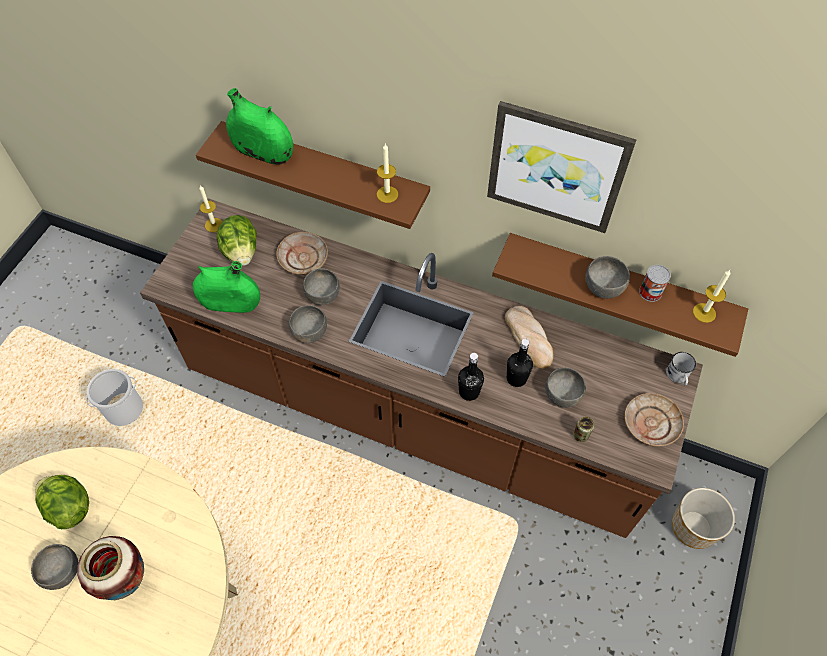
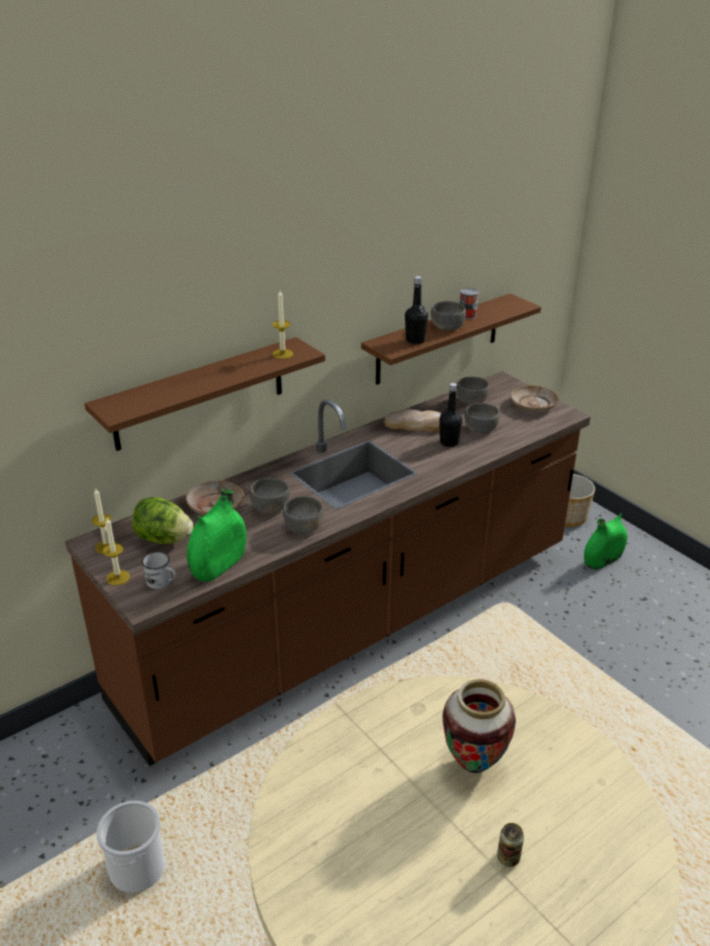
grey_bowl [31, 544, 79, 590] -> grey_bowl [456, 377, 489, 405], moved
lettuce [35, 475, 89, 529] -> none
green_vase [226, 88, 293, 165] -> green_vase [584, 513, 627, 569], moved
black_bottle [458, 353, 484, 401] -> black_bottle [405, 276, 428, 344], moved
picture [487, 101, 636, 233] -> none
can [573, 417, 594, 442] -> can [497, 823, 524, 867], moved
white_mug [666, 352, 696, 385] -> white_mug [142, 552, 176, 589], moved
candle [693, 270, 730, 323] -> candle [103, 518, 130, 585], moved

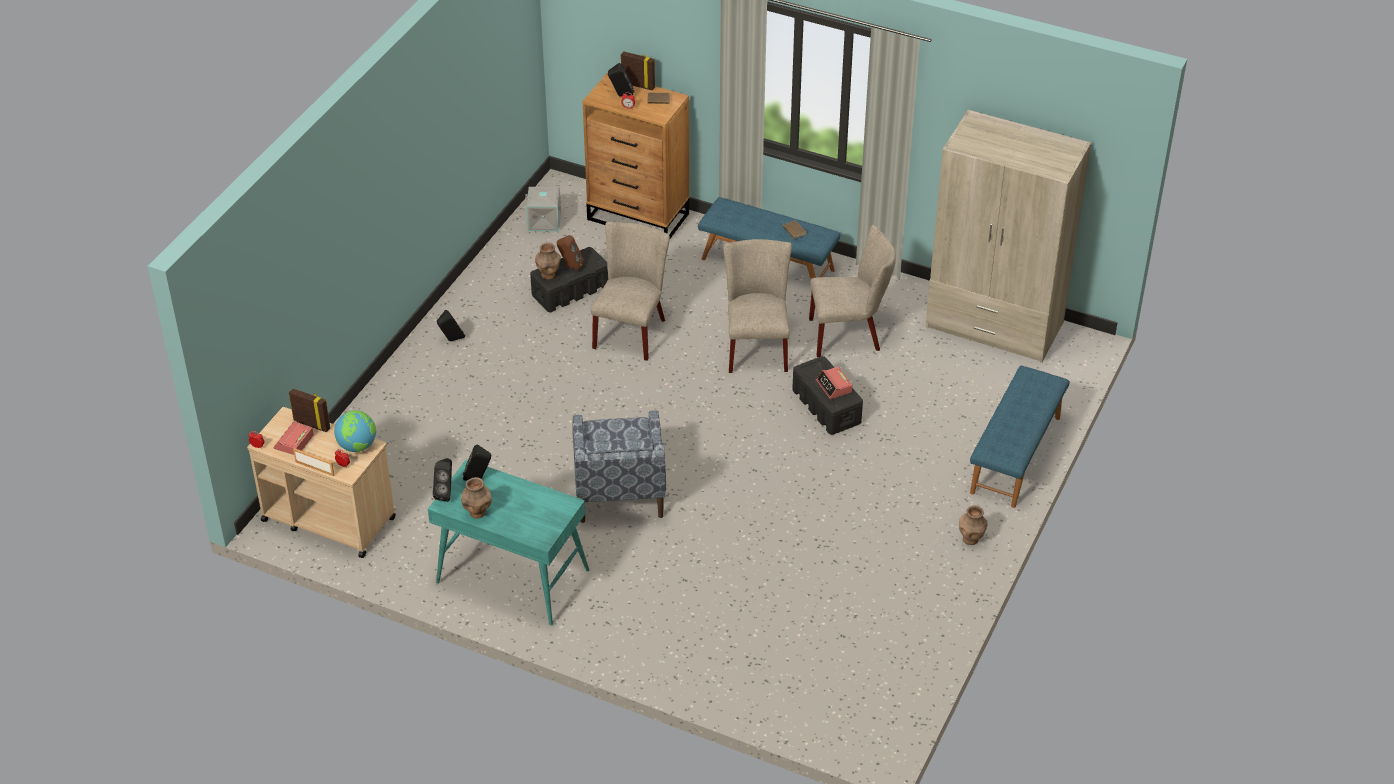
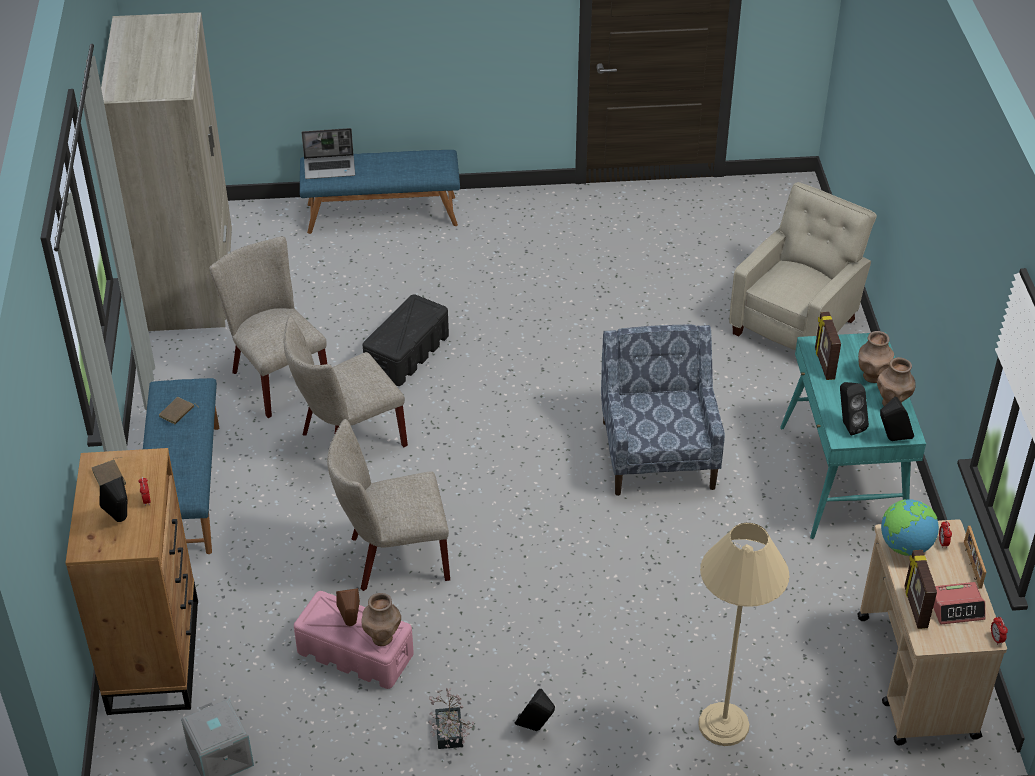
black_storage_box [530, 247, 608, 312] -> pink_storage_box [294, 591, 414, 689]
blue_armchair [572, 410, 666, 523] -> blue_armchair [601, 325, 725, 496], 60 degrees counterclockwise
picture_frame [621, 51, 655, 91] -> picture_frame [815, 312, 841, 380], moved
alarm_clock [816, 367, 852, 399] -> none
brown_vase [959, 505, 988, 545] -> brown_vase [858, 331, 894, 383], moved
none -> laptop [302, 128, 355, 179]
none -> potted_plant [428, 688, 474, 749]
none -> beige_floor_lamp [698, 523, 789, 746]
none -> beige_armchair [729, 182, 877, 350]

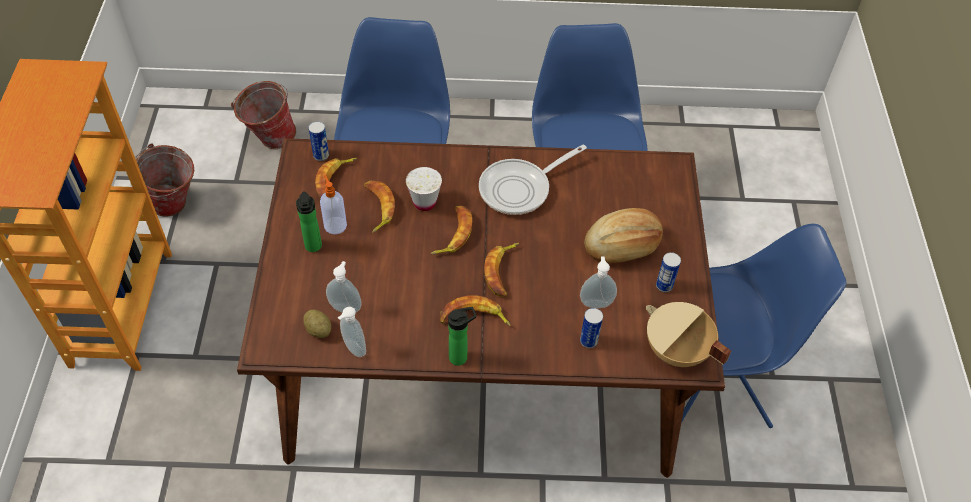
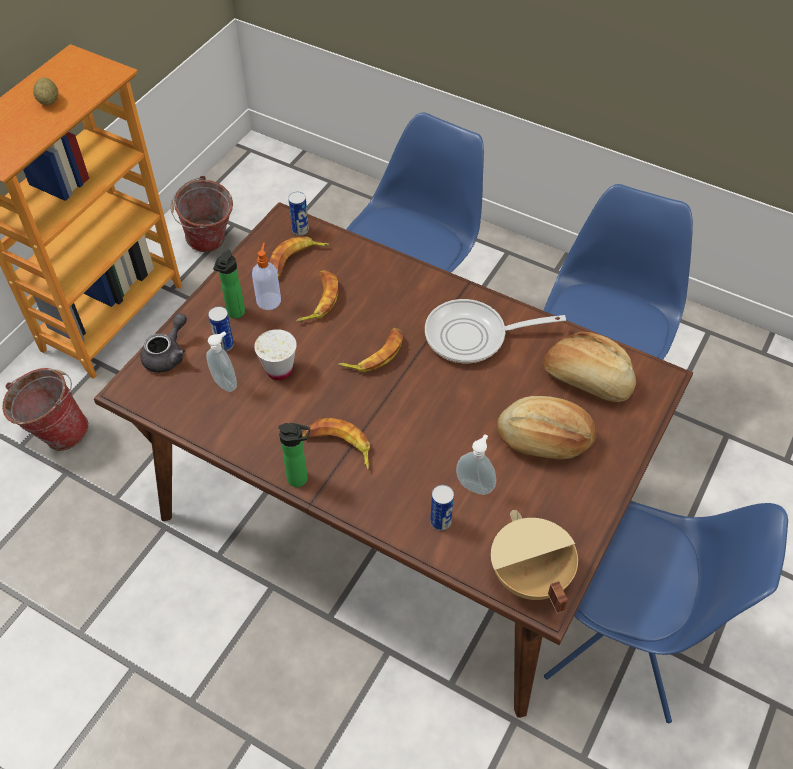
bucket [231, 81, 296, 149] -> bucket [2, 368, 88, 451], moved
potato [303, 310, 331, 338] -> potato [33, 77, 59, 106], moved
soap_dispenser [338, 307, 366, 357] -> none
white_cup [406, 167, 442, 211] -> white_cup [254, 329, 297, 380], moved
banana [484, 243, 519, 297] -> none
can [656, 252, 681, 292] -> can [208, 306, 234, 352], moved
none -> grey_teapot [140, 313, 187, 373]
none -> bread [543, 332, 636, 402]

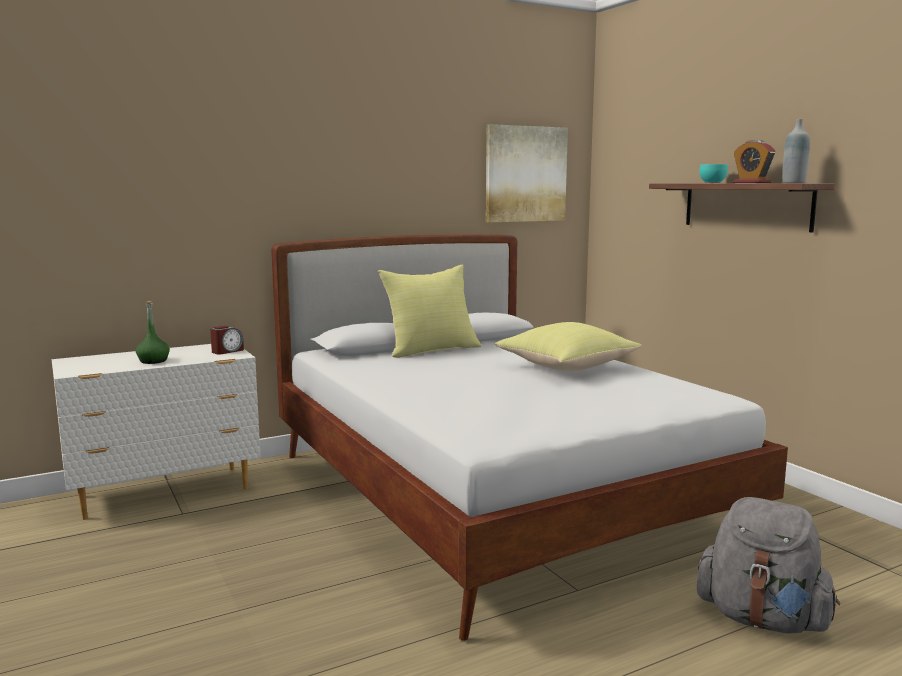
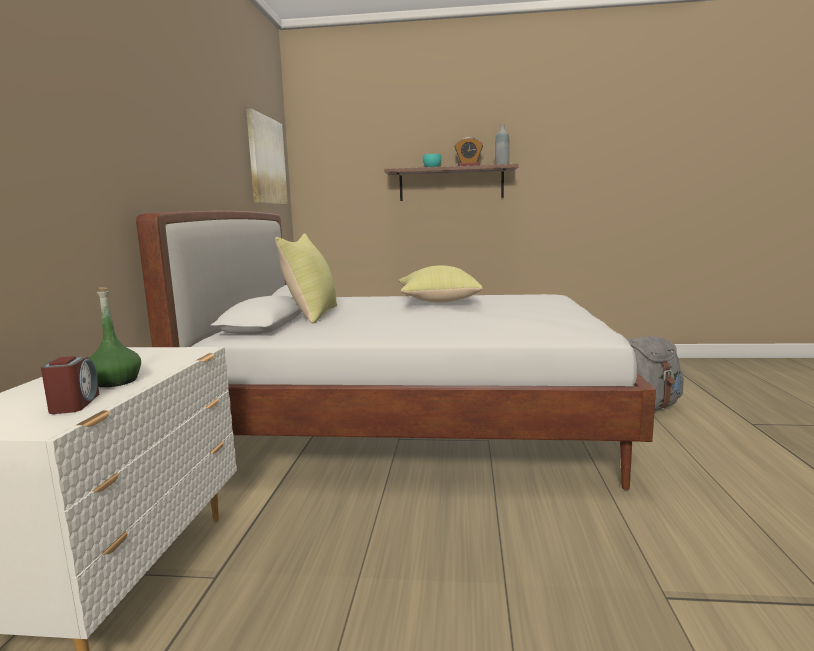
alarm_clock [210, 325, 244, 354] -> alarm_clock [41, 356, 99, 414], moved

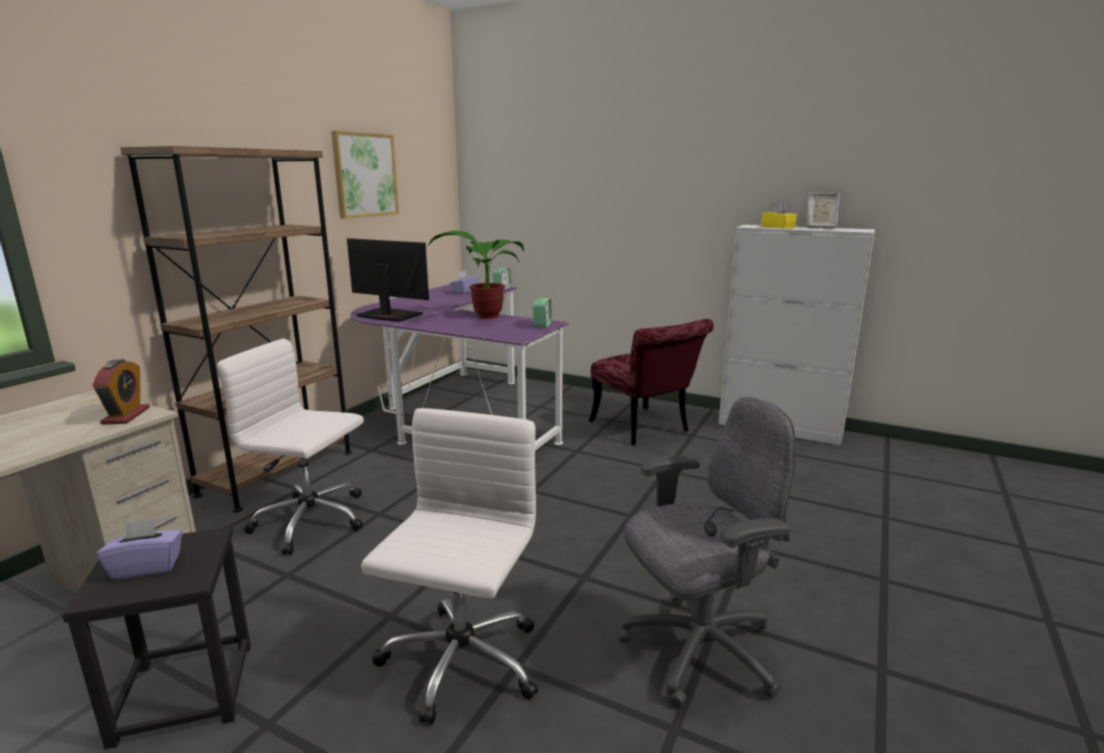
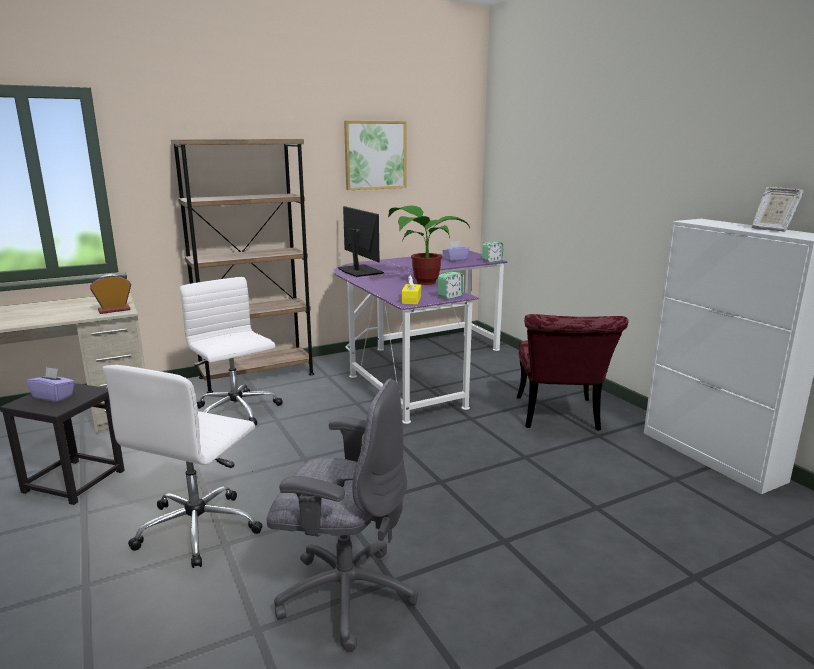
alarm_clock [93, 359, 150, 425] -> alarm_clock [90, 274, 131, 314], 150 degrees counterclockwise
white_office_chair [361, 408, 538, 725] -> white_office_chair [102, 365, 263, 568], 150 degrees clockwise
yellow_tissue_box [761, 200, 797, 229] -> yellow_tissue_box [402, 275, 421, 305], moved

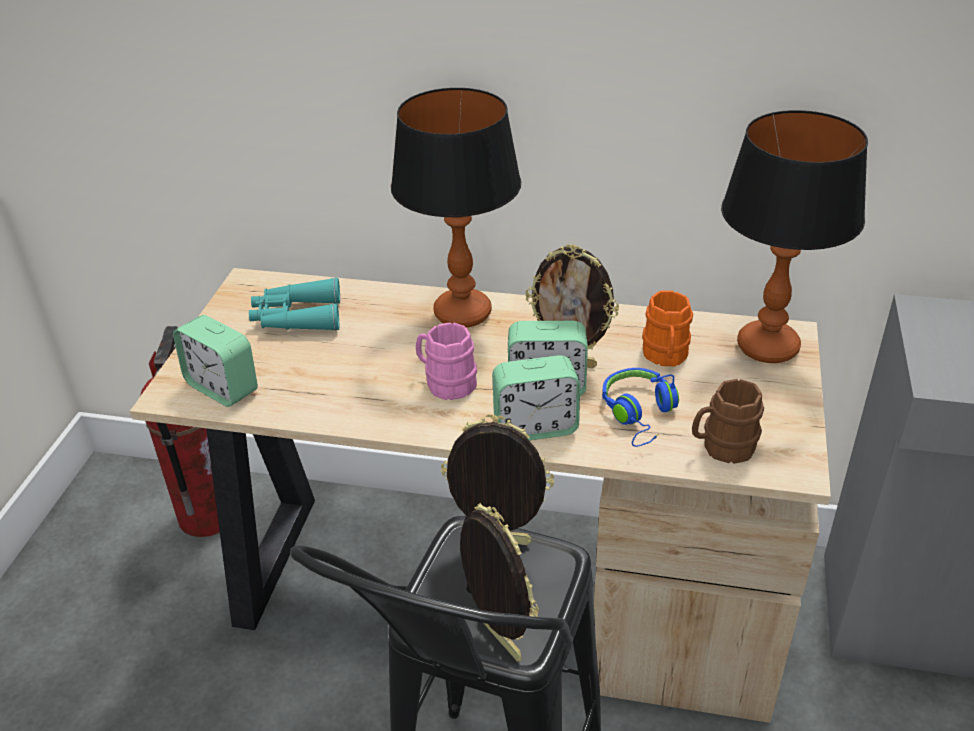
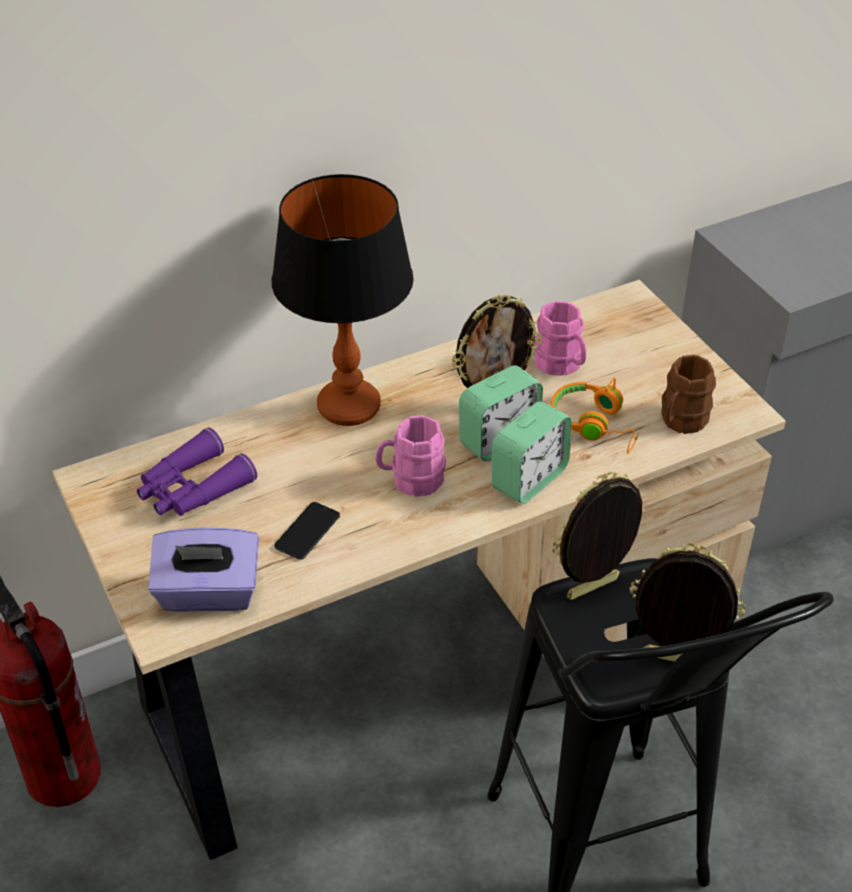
alarm_clock [173, 315, 258, 407] -> purple_tissue_box [148, 527, 259, 612]
turquoise_binoculars [249, 277, 340, 331] -> purple_binoculars [137, 427, 257, 516]
blue_headphones [602, 368, 679, 447] -> orange_headphones [551, 378, 639, 454]
orange_mug [642, 291, 693, 366] -> pink_mug [534, 301, 586, 376]
table_lamp [721, 110, 868, 363] -> none
none -> phone [274, 502, 340, 560]

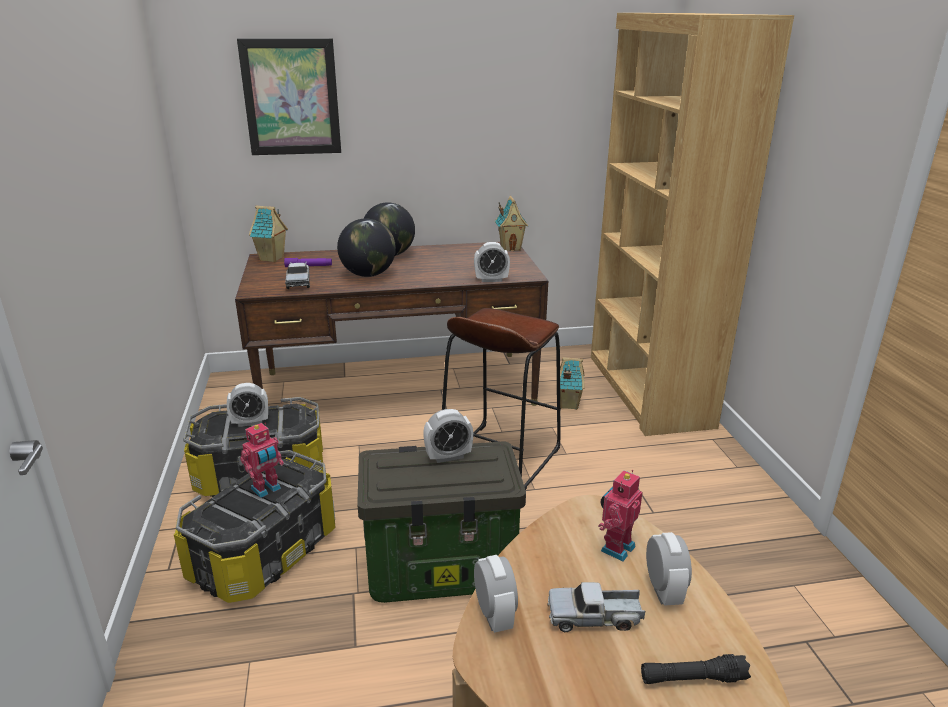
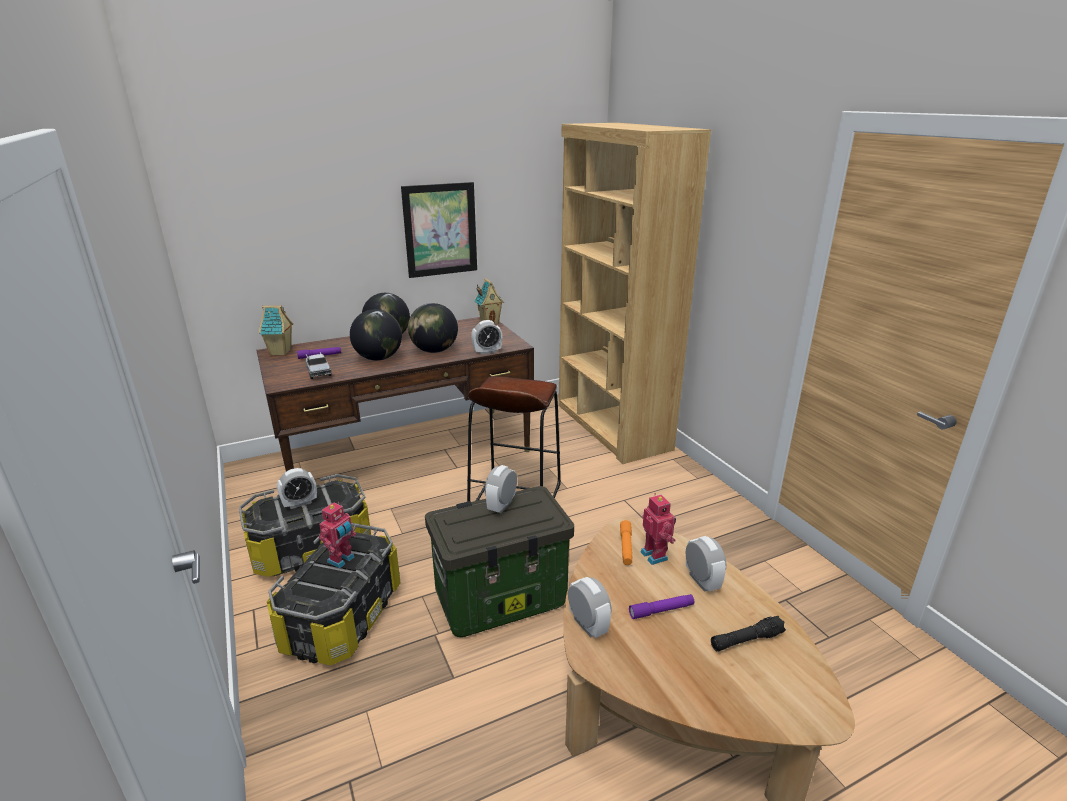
picture [237, 38, 341, 155] -> picture [401, 182, 477, 278], moved
alarm_clock [423, 409, 473, 463] -> alarm_clock [485, 465, 517, 513], 150 degrees clockwise
toy_truck [547, 582, 645, 632] -> purple_flashlight [629, 594, 694, 619]
toy_house [560, 357, 584, 410] -> none
toy_robot [598, 470, 643, 562] -> toy_robot [641, 493, 676, 565], 135 degrees clockwise
none -> globe [408, 303, 458, 353]
none -> orange_flashlight [620, 520, 632, 565]

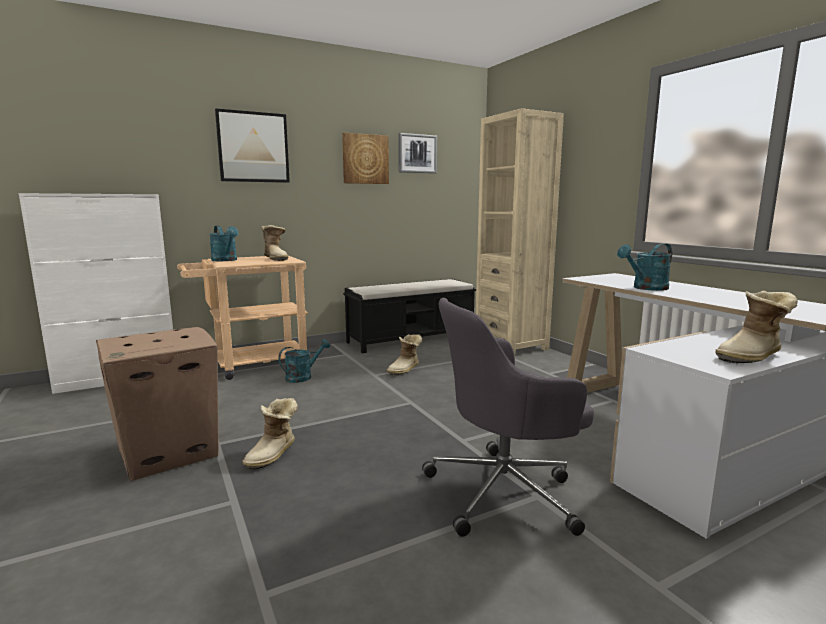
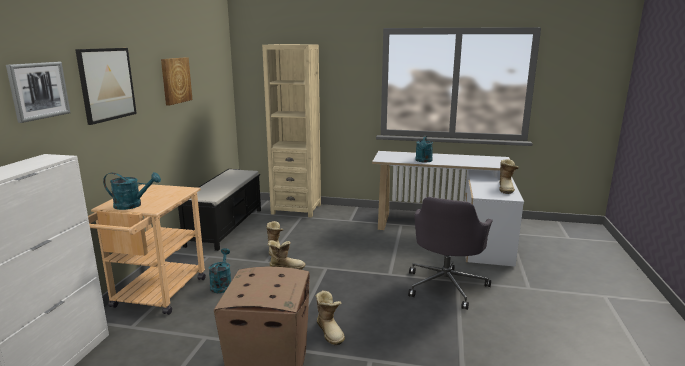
boot [261, 225, 289, 261] -> boot [268, 240, 306, 270], moved
picture [398, 133, 437, 174] -> picture [6, 62, 71, 123], moved

